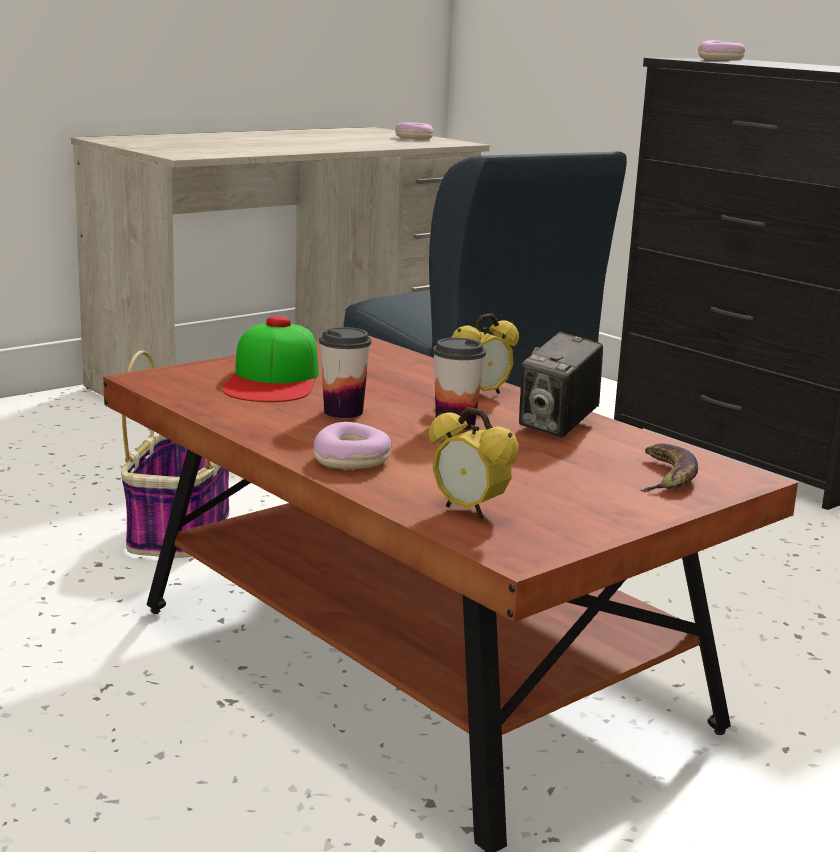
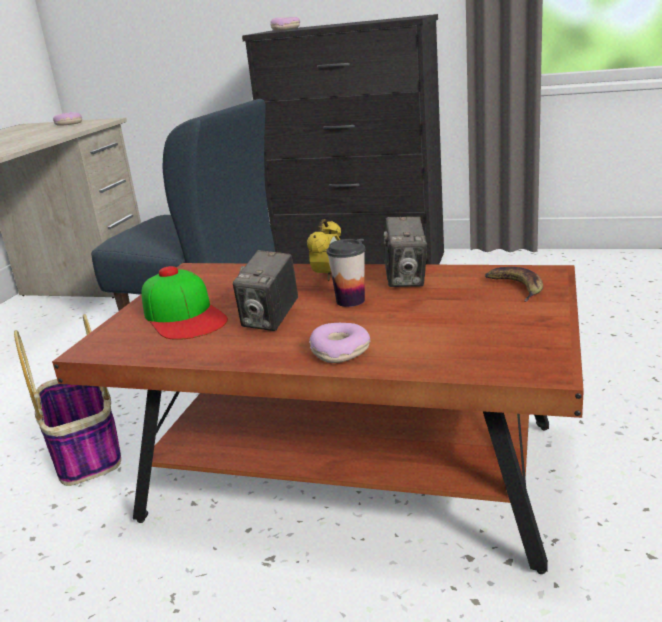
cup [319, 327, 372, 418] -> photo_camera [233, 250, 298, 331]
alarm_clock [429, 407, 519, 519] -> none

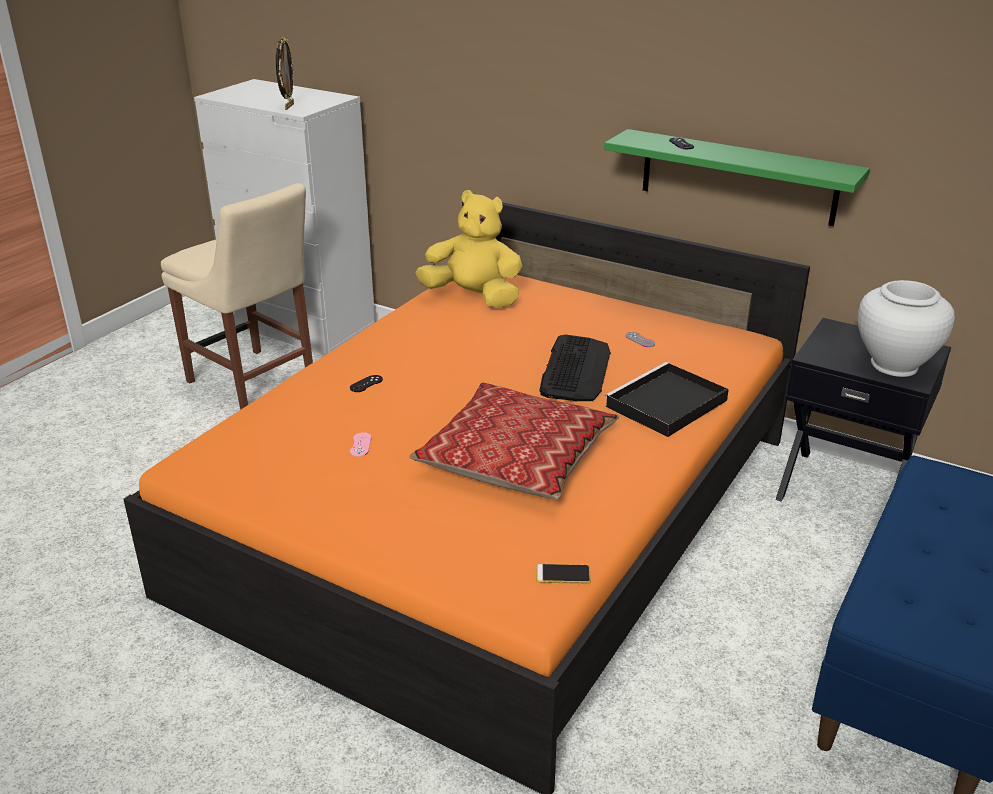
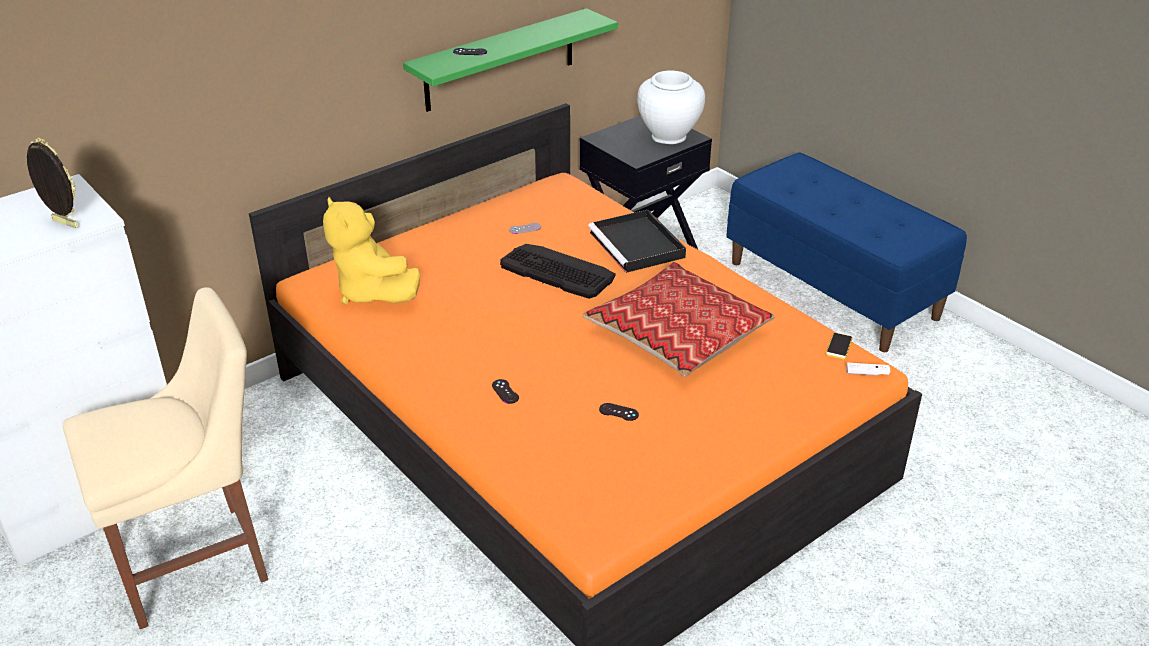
pink_game_controller [350, 432, 372, 457] -> black_game_controller [599, 403, 639, 421]
yellow_plush_toy [415, 190, 522, 308] -> yellow_plush_toy [323, 197, 420, 304], 75 degrees counterclockwise
none -> white_game_controller [846, 363, 890, 375]

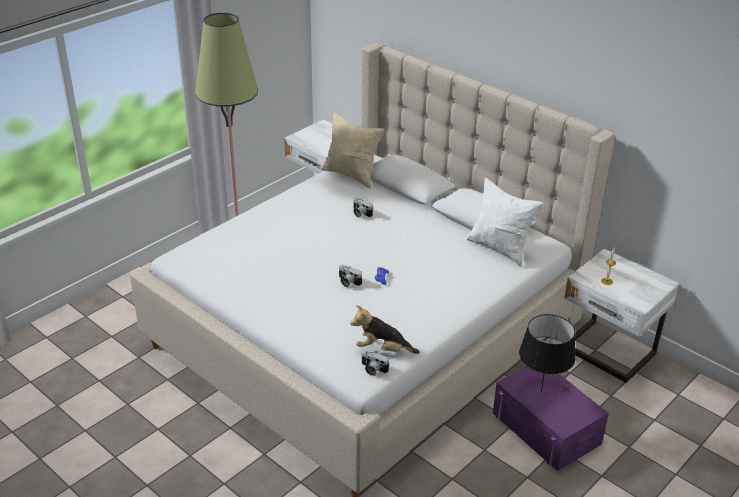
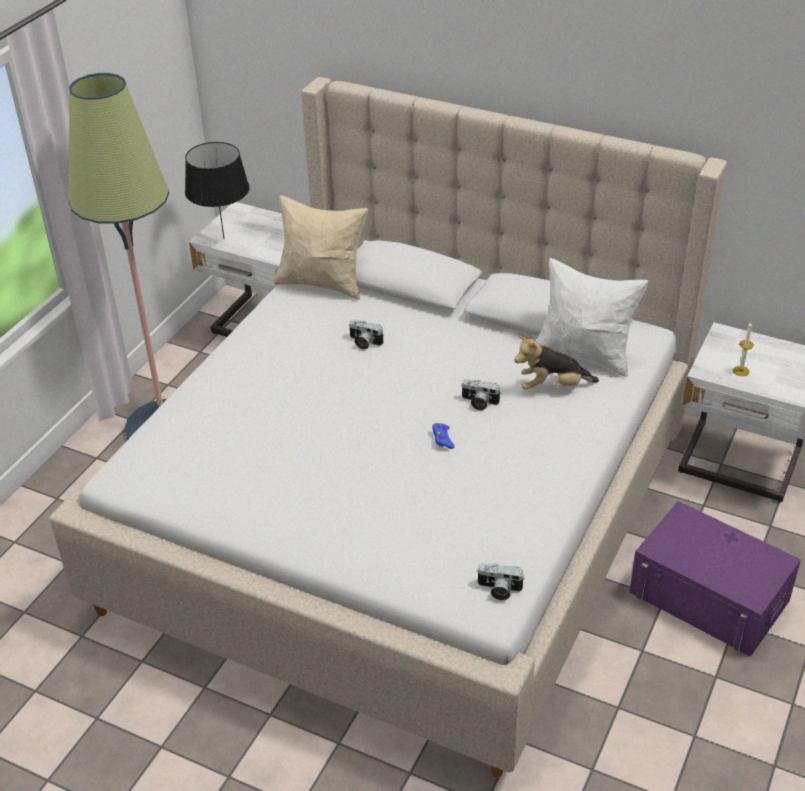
photo_camera [339, 264, 362, 287] -> photo_camera [462, 379, 500, 410], moved
plush_toy [350, 305, 419, 354] -> plush_toy [514, 336, 599, 390], moved
black_table_lamp [519, 314, 575, 392] -> black_table_lamp [185, 142, 250, 239], moved

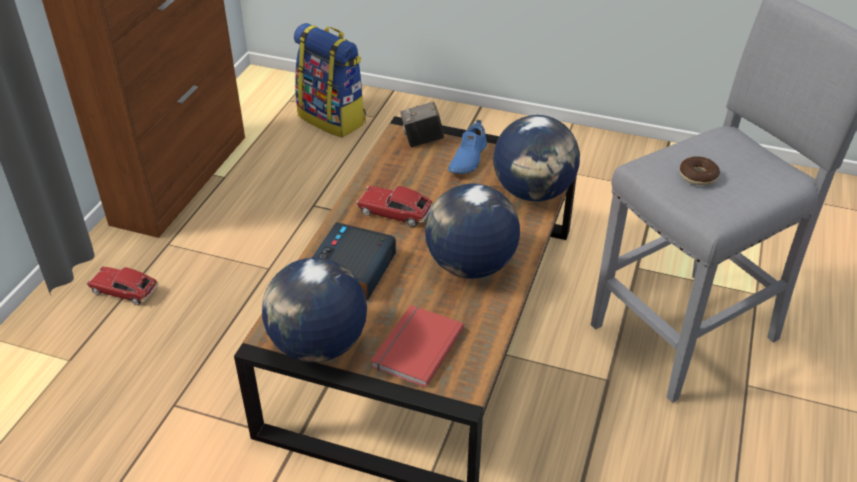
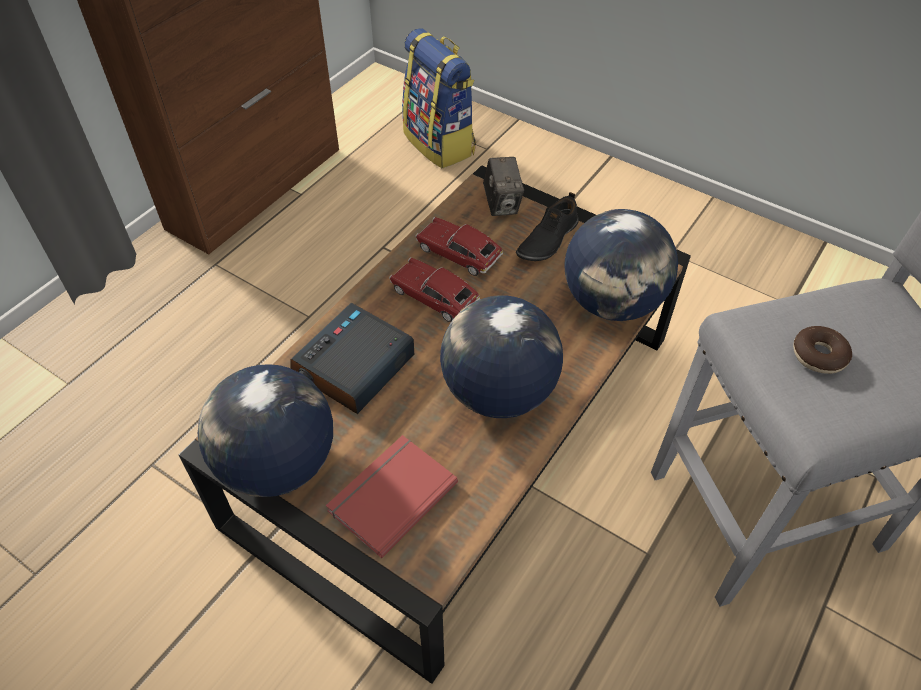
toy_car [86, 266, 158, 305] -> toy_car [415, 217, 503, 276], moved
photo_camera [400, 102, 444, 147] -> photo_camera [483, 157, 524, 216], 105 degrees counterclockwise
blue_shoe [448, 120, 487, 174] -> black_shoe [516, 192, 579, 261]

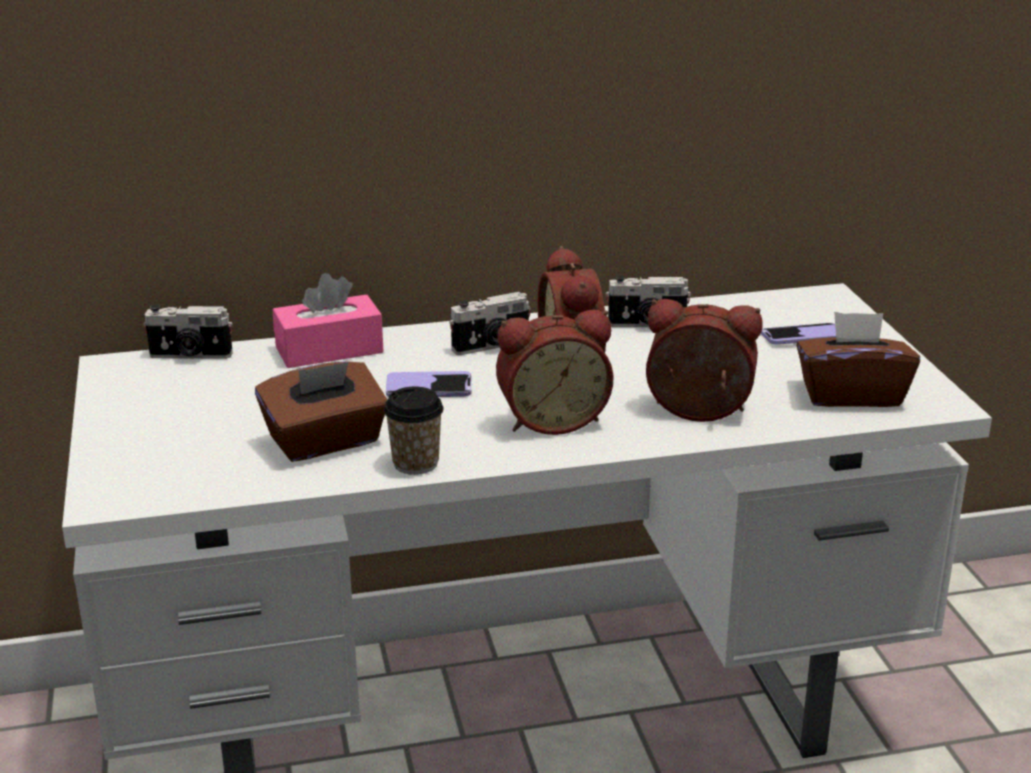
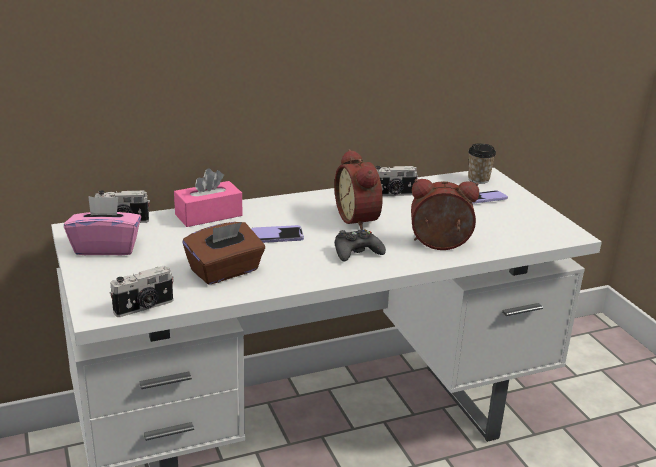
cup [384, 387, 444, 475] -> cup [468, 143, 496, 184], moved
photo_camera [449, 292, 531, 355] -> photo_camera [110, 266, 174, 317], moved
alarm_clock [496, 310, 614, 435] -> black_game_controller [335, 229, 386, 262]
brown_tissue_box [796, 312, 920, 407] -> none
none -> pink_tissue_box [64, 196, 141, 255]

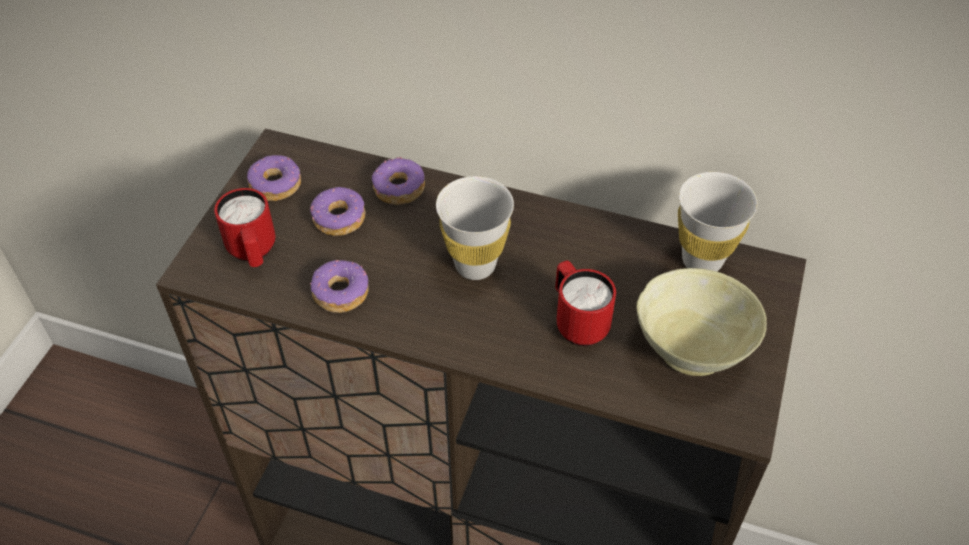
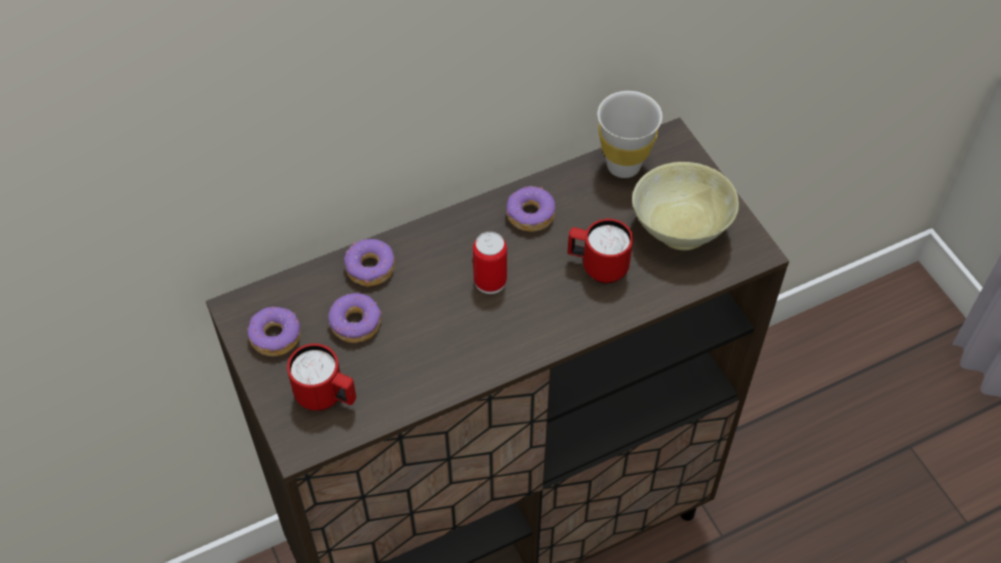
donut [310, 260, 369, 313] -> donut [506, 185, 555, 232], moved
white_cup [436, 176, 514, 280] -> can [473, 232, 507, 294]

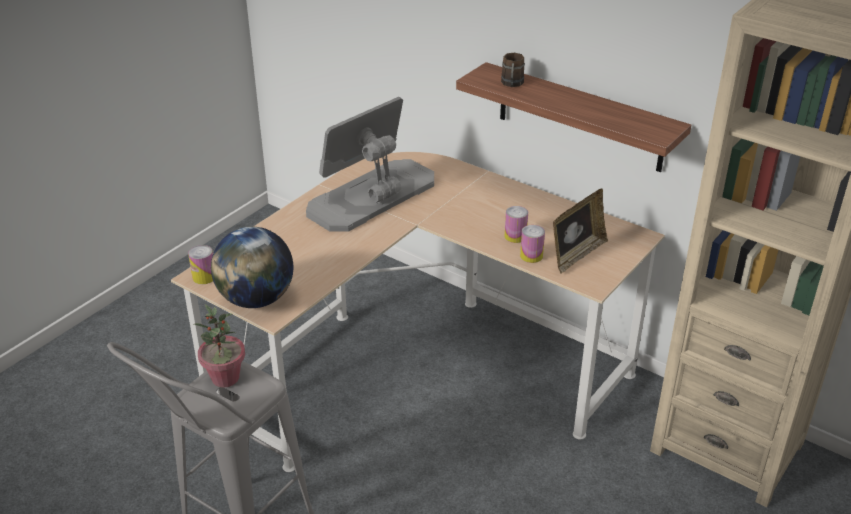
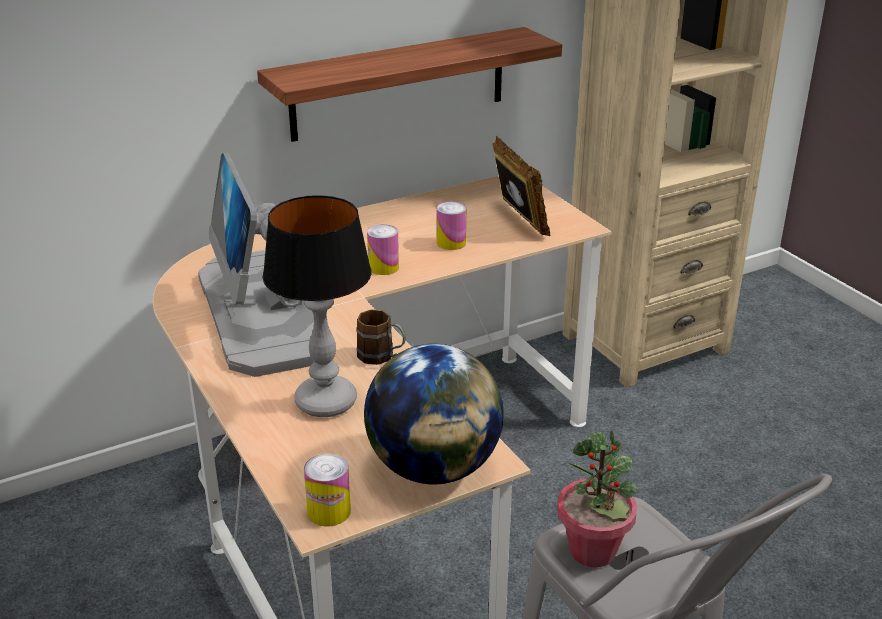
brown_mug [501, 53, 525, 87] -> brown_mug [356, 310, 406, 365], moved
can [520, 225, 545, 263] -> can [367, 224, 399, 275], moved
none -> table_lamp [263, 195, 372, 417]

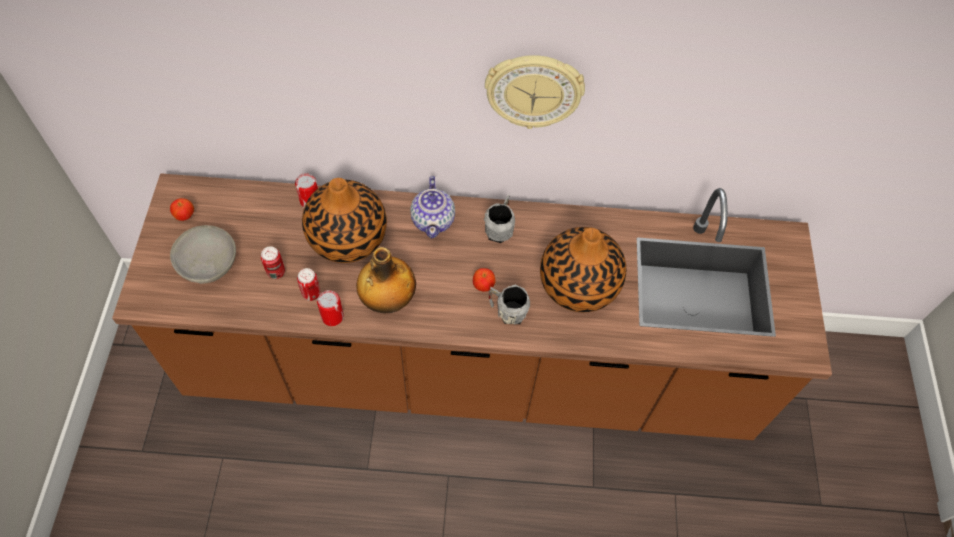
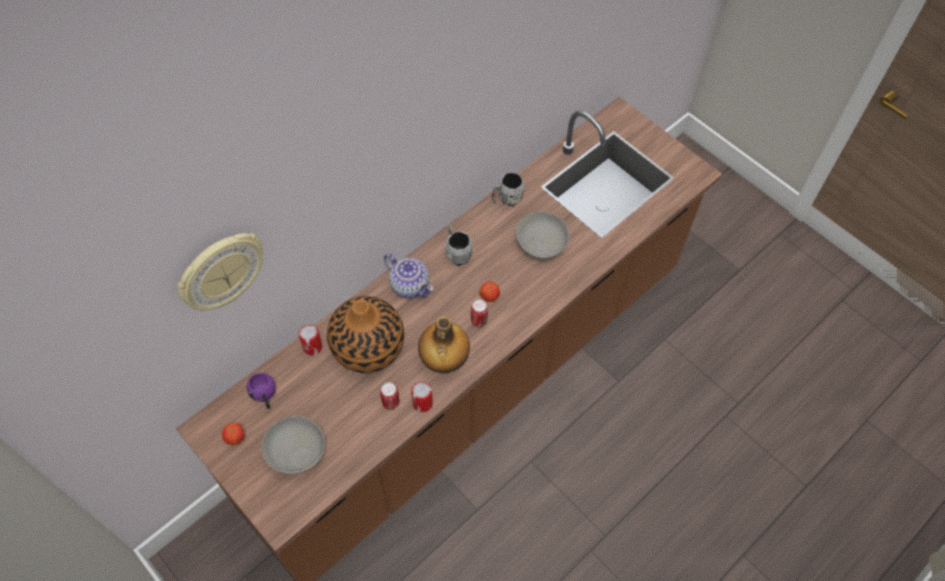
can [261, 246, 285, 279] -> can [471, 299, 488, 328], moved
wall_clock [485, 55, 585, 129] -> wall_clock [177, 233, 263, 310], moved
grey_mug [489, 285, 530, 325] -> grey_mug [492, 172, 525, 206], moved
vase [540, 227, 626, 312] -> grey_bowl [516, 211, 570, 260]
none -> purple_mug [246, 373, 276, 409]

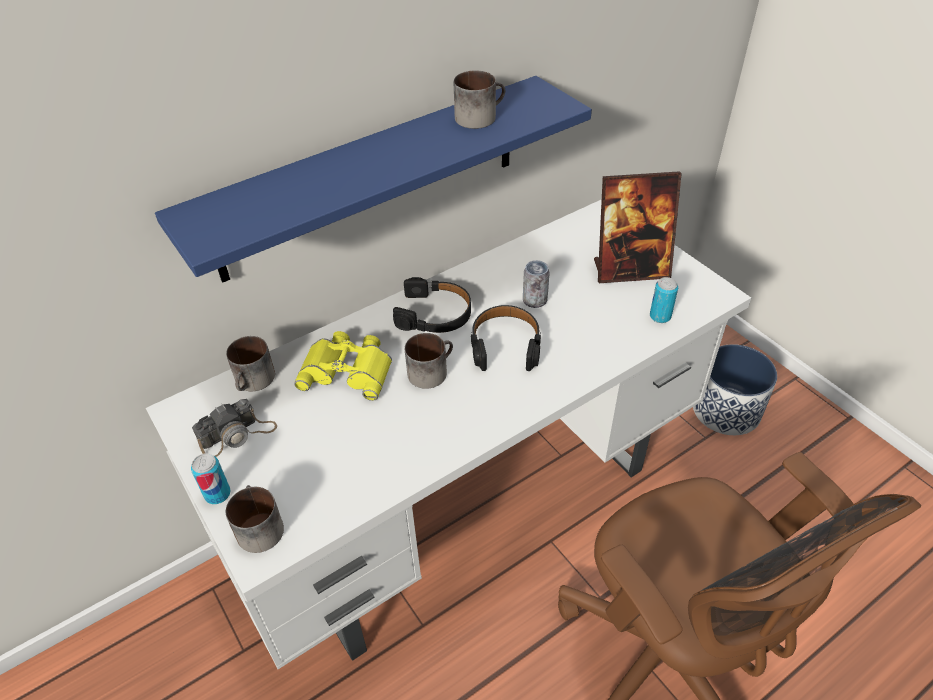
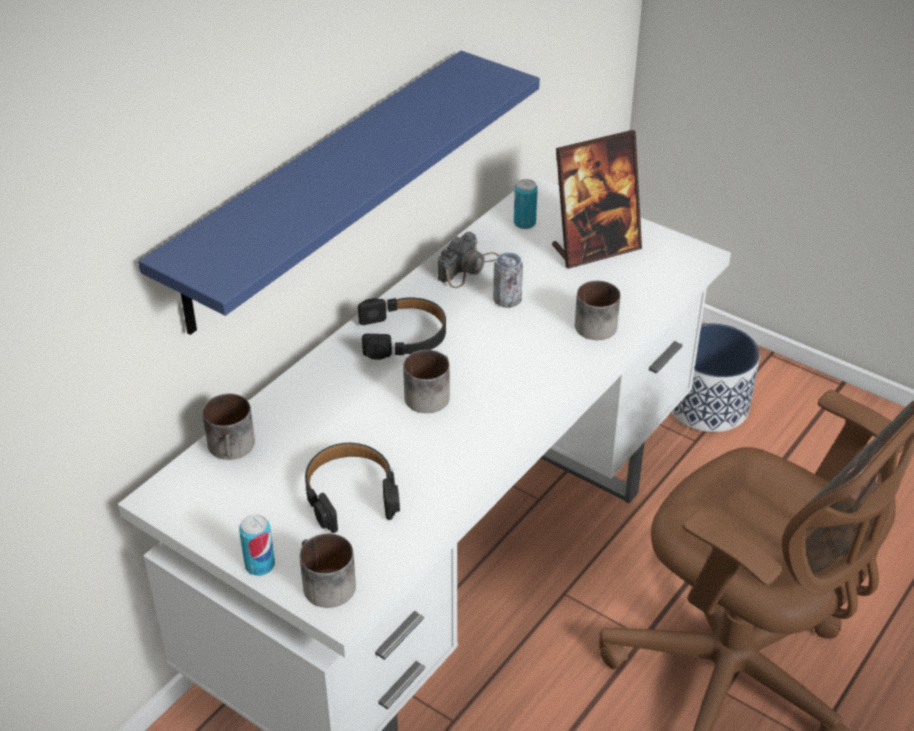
photo_camera [192, 399, 277, 457] -> photo_camera [438, 232, 499, 288], moved
yellow_binoculars [294, 331, 392, 401] -> none
mug [454, 70, 505, 129] -> mug [575, 281, 620, 340], moved
black_headphones [471, 305, 541, 371] -> black_headphones [305, 443, 400, 533], moved
can [650, 277, 678, 323] -> can [514, 179, 538, 229], moved

